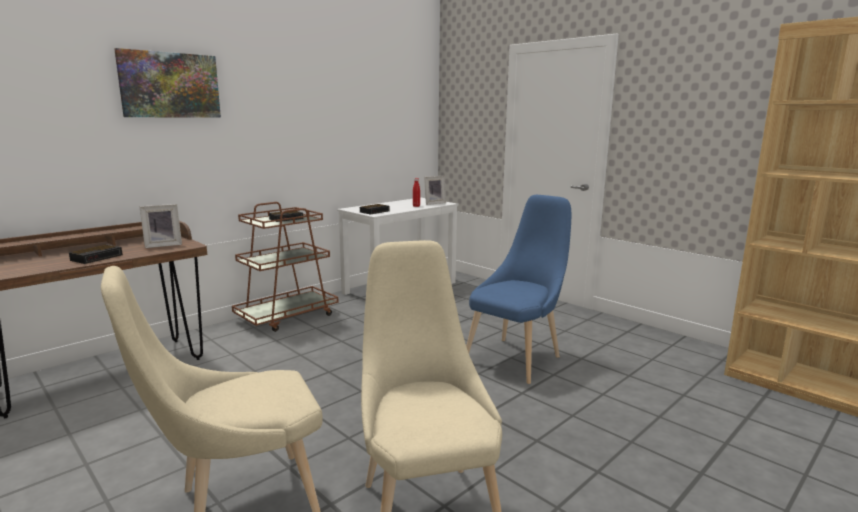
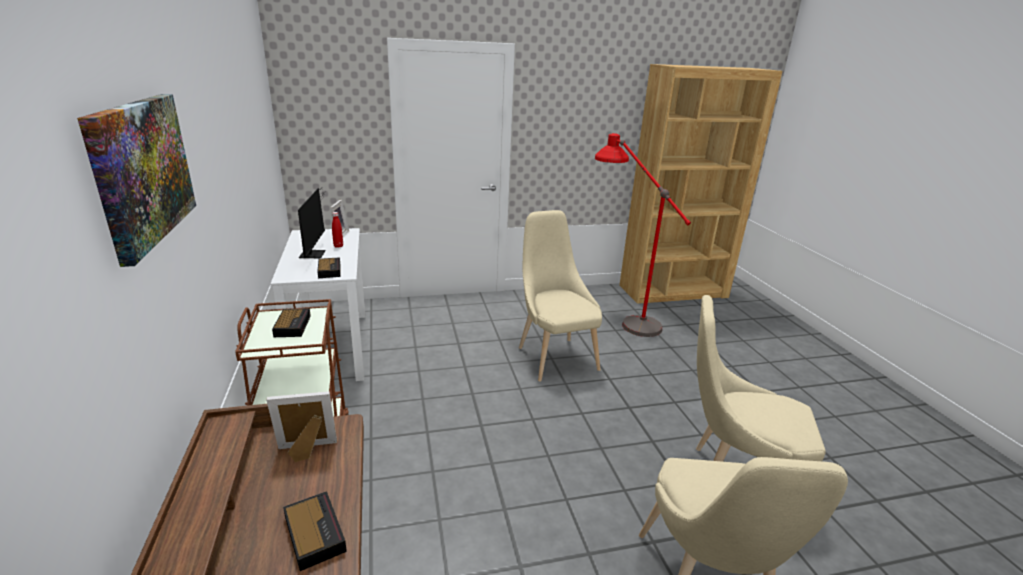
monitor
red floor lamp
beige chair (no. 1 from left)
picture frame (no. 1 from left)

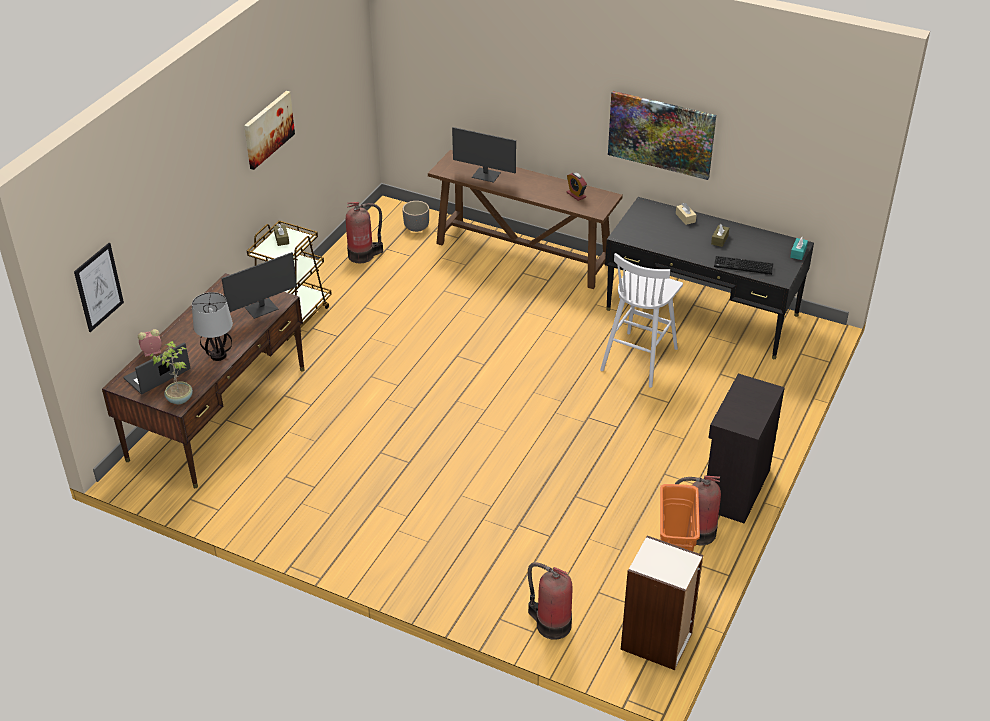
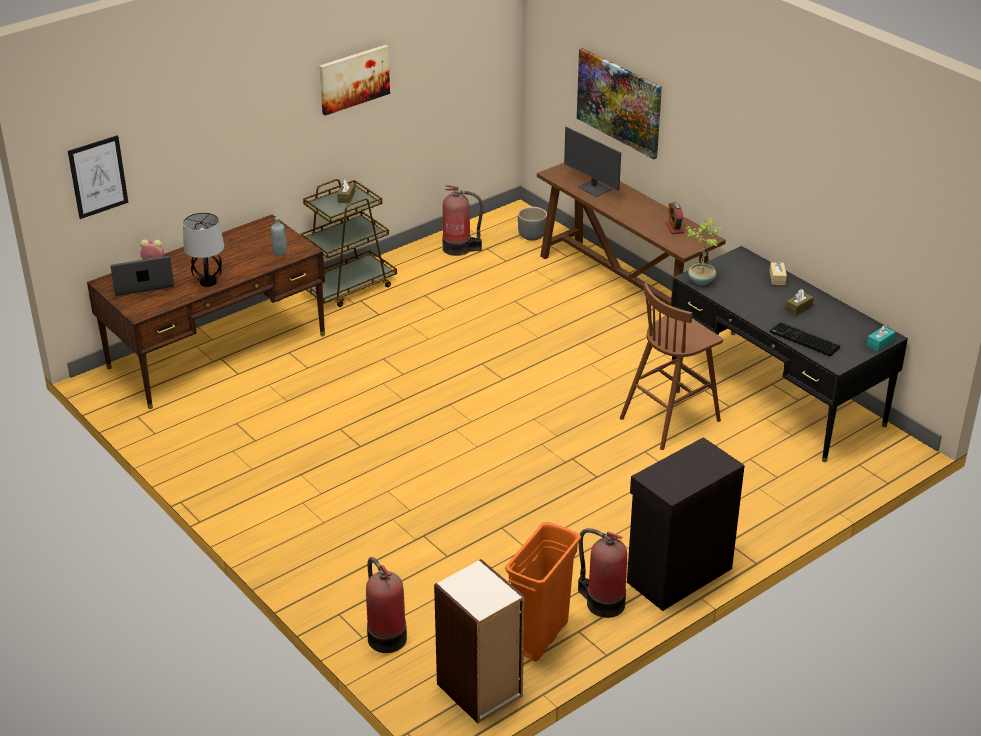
potted plant
picture (no. 3 from left)
grey bottle
brown stool

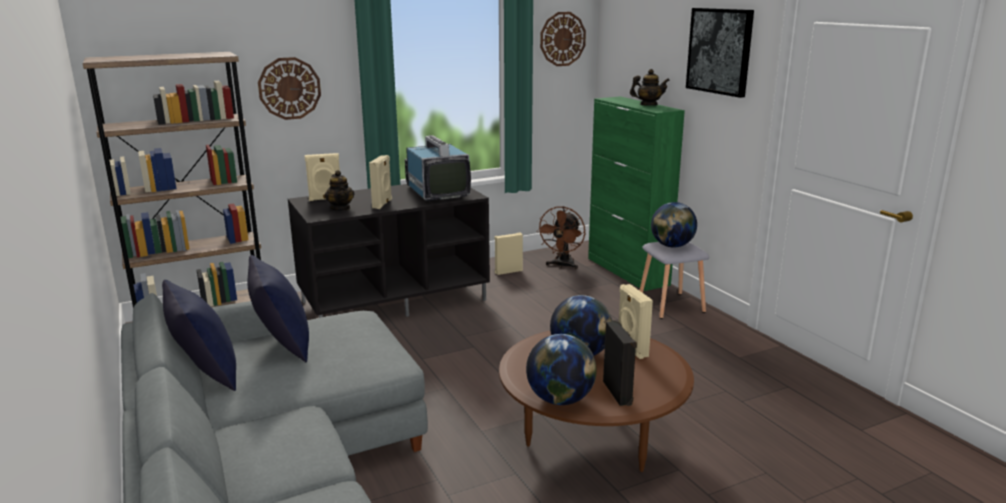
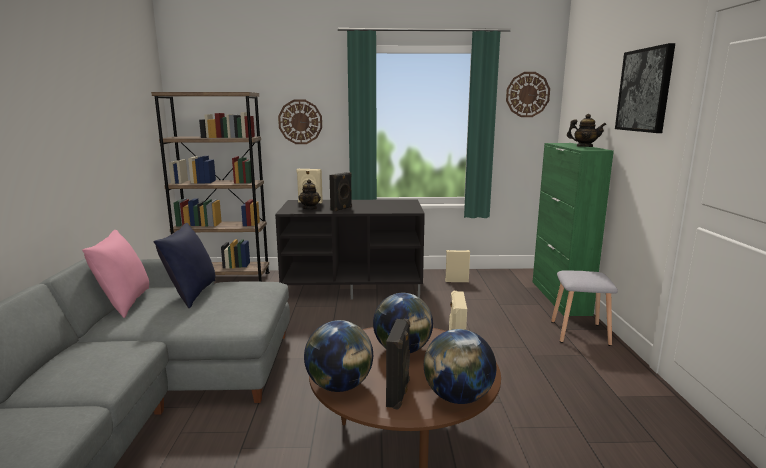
television
brown fan
globe (no. 3 from left)
pink pillow
black speaker (no. 1 from left)

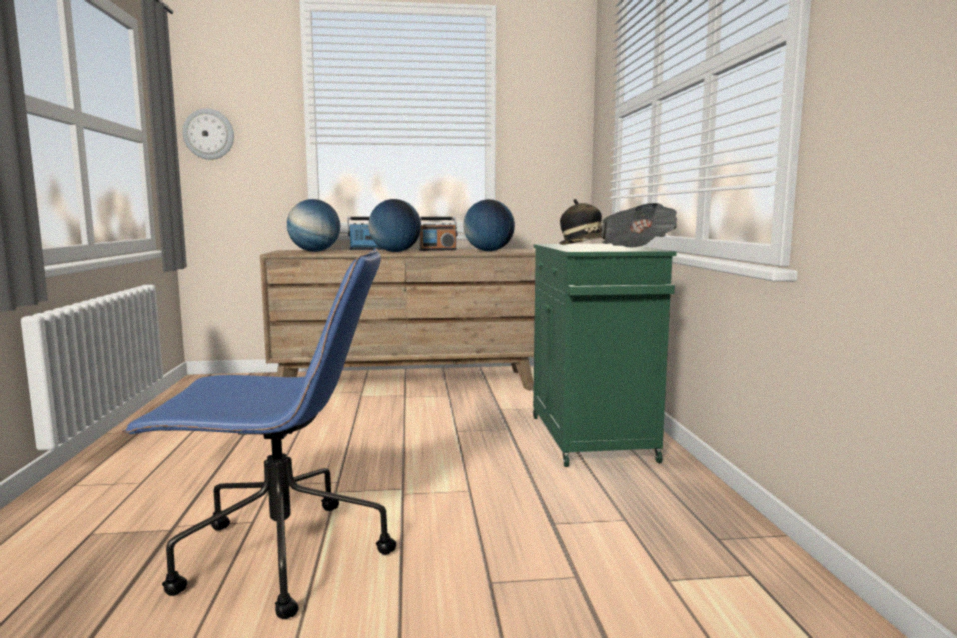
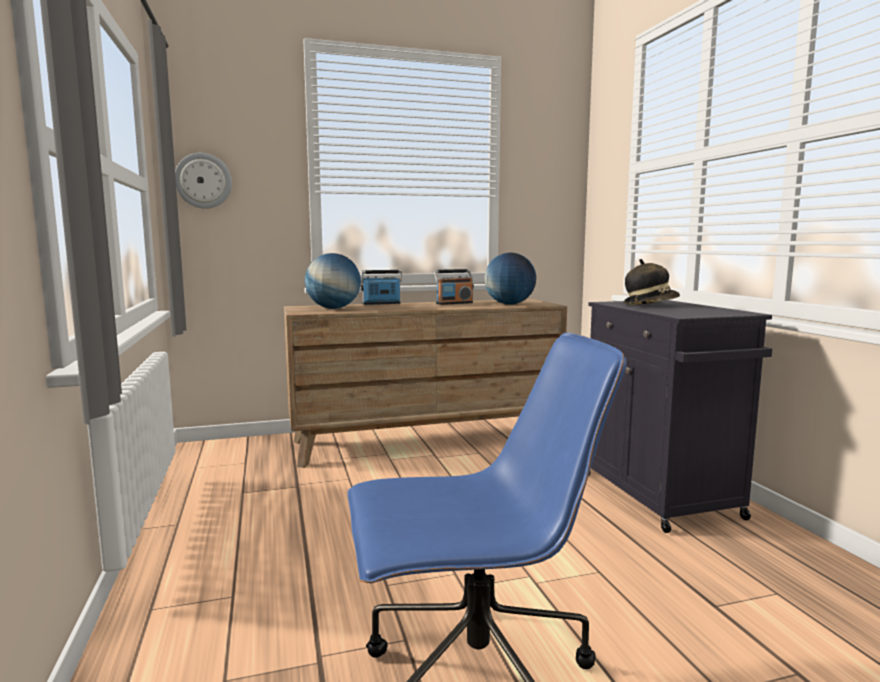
globe (no. 2 from left in the first image)
newspaper
black cabinet

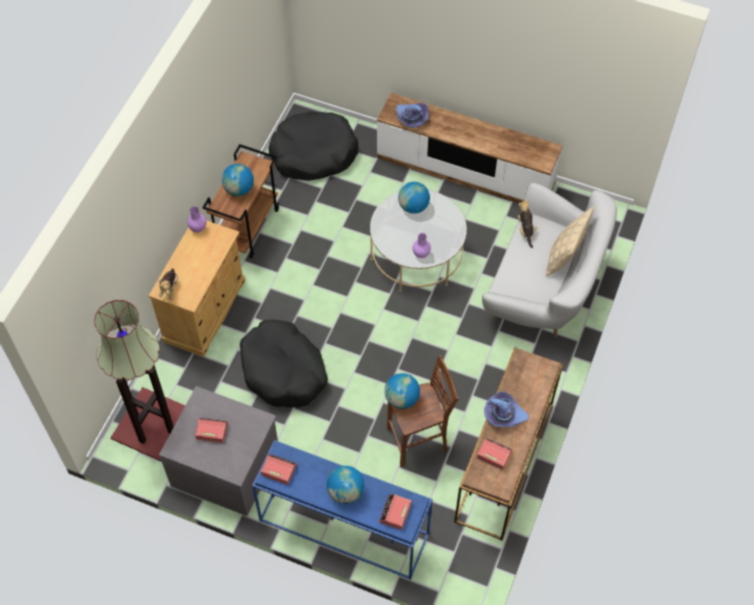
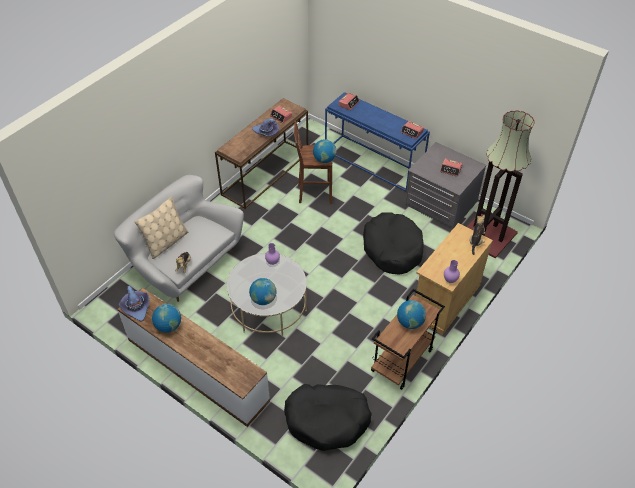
globe (no. 1 from left)
purple hat (no. 1 from left)

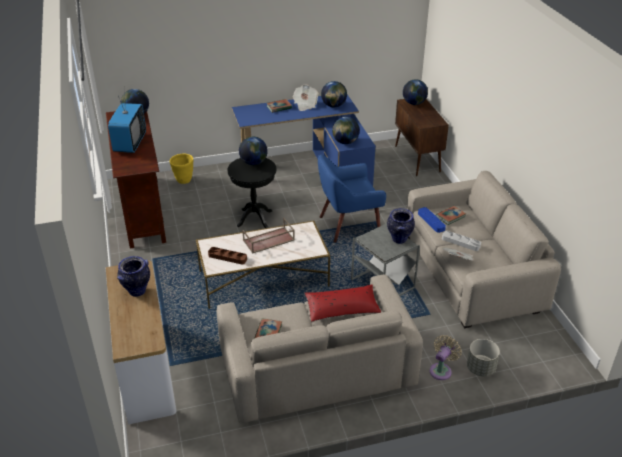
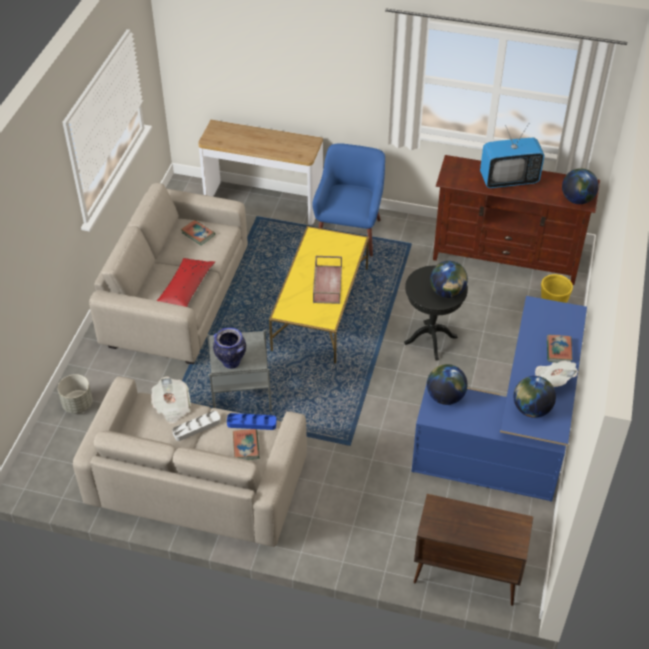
vase (no. 1 from left in the first image)
brown tray (no. 1 from left in the first image)
globe (no. 5 from left in the first image)
beige fan
blue armchair
yellow coffee table
television

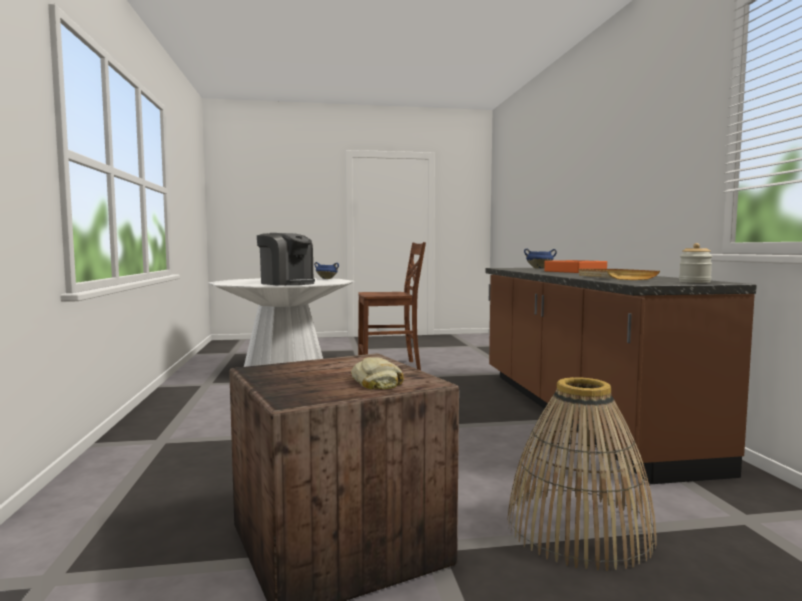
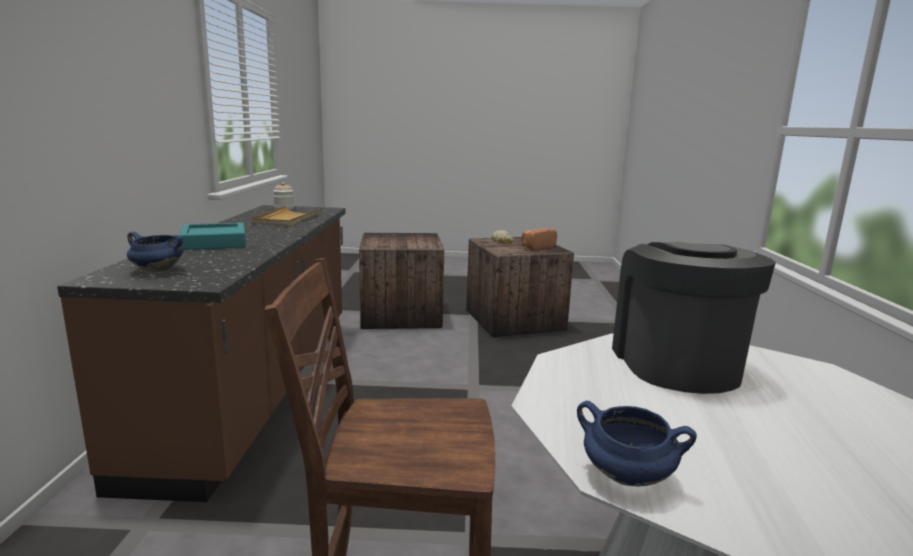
bread (no. 2 from left)
crate (no. 1 from left)
turquoise tray
coffee machine

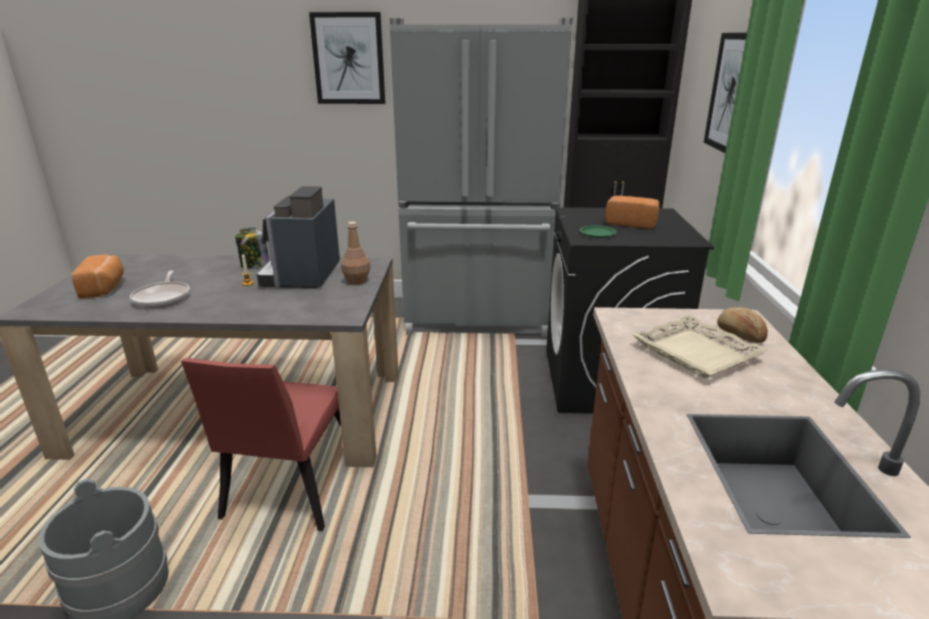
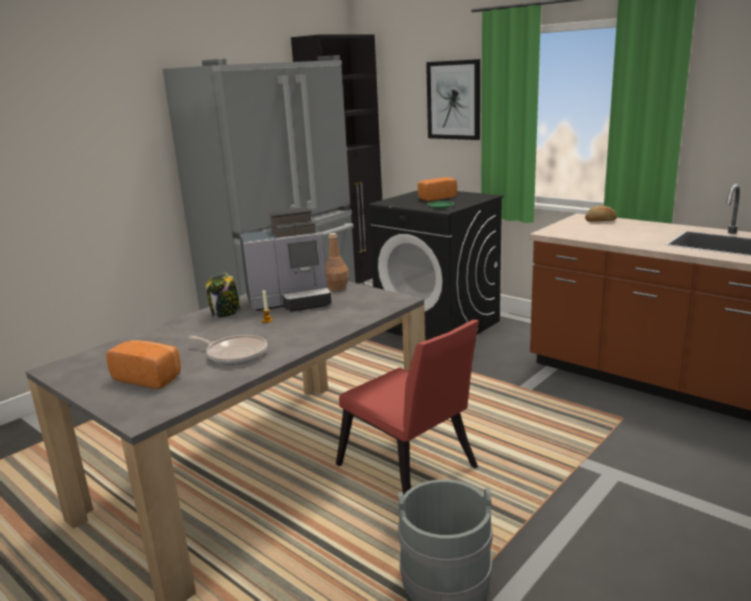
picture (no. 1 from left in the first image)
beige tray
coffee machine

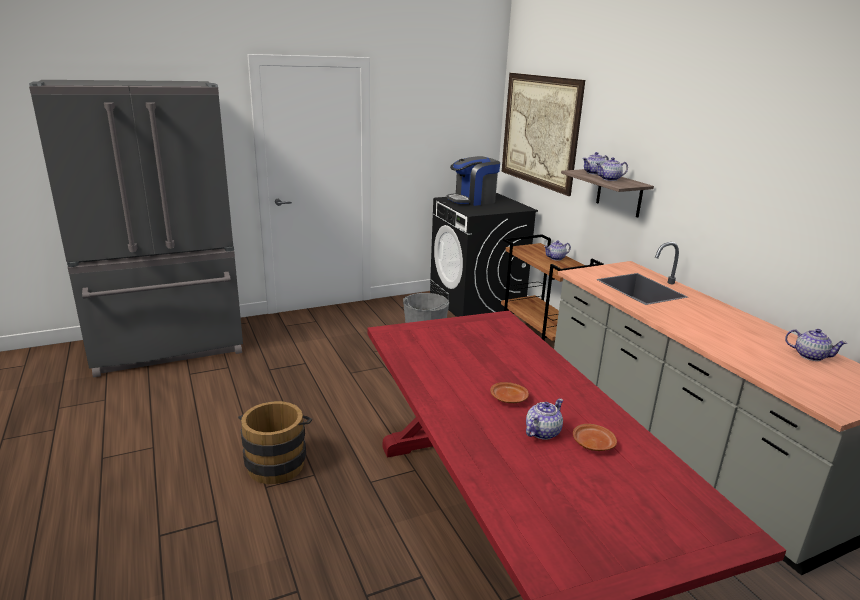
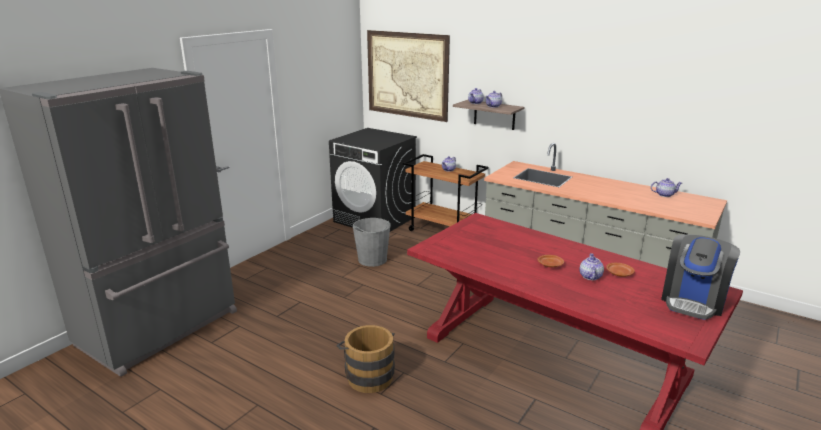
coffee machine

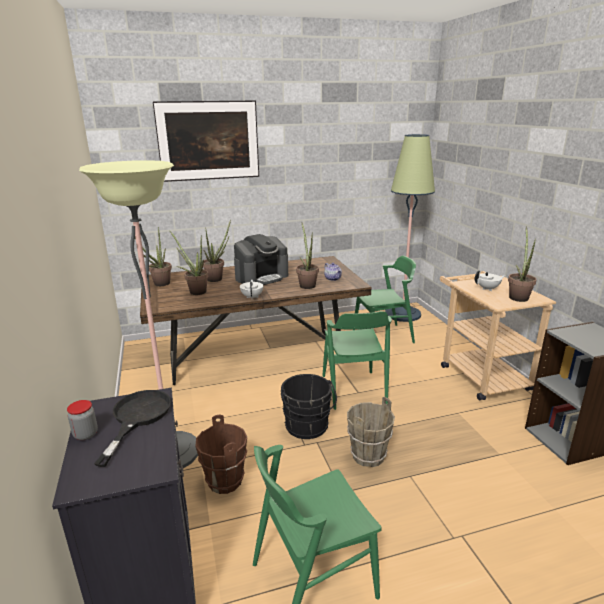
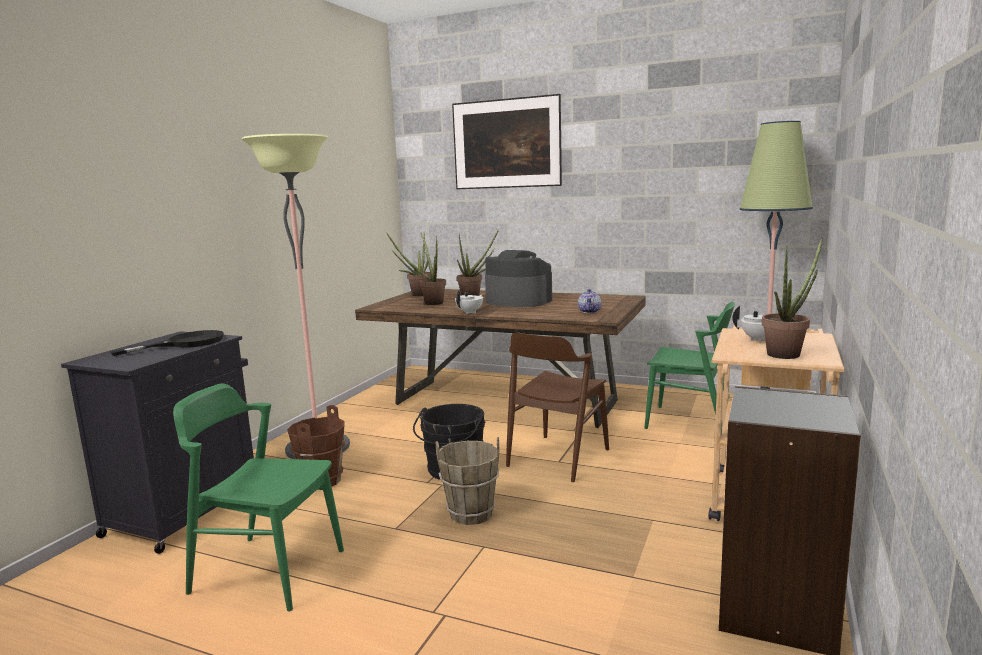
jar
potted plant (no. 4 from left in the first image)
brown chair
coffee machine

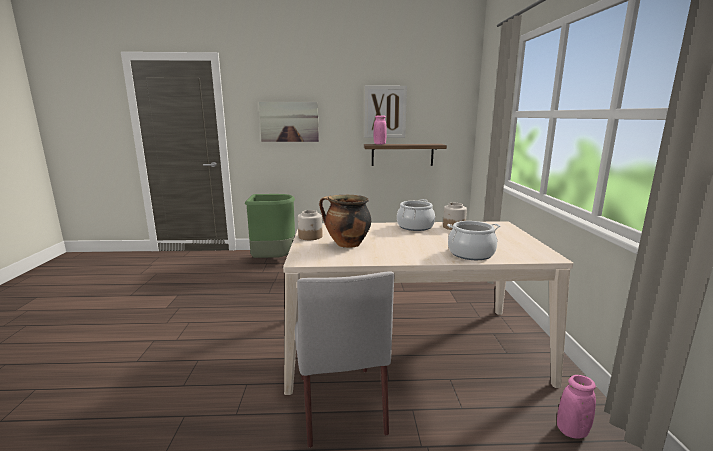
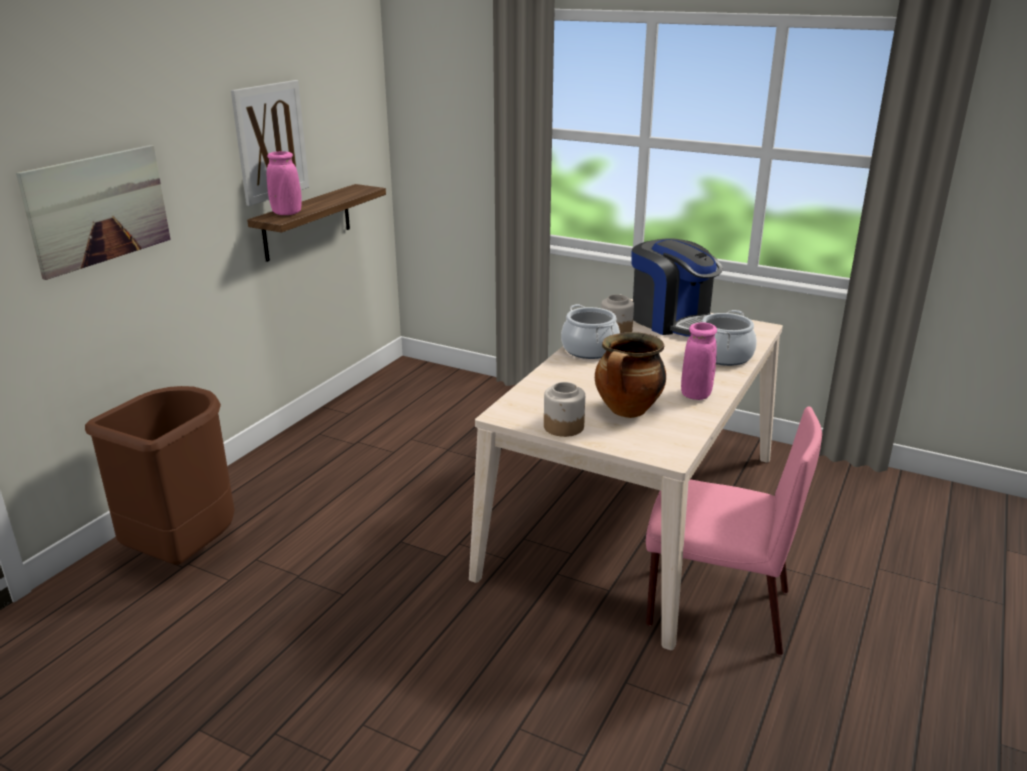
coffee machine
pink vase (no. 2 from left)
brown trash can
pink chair

